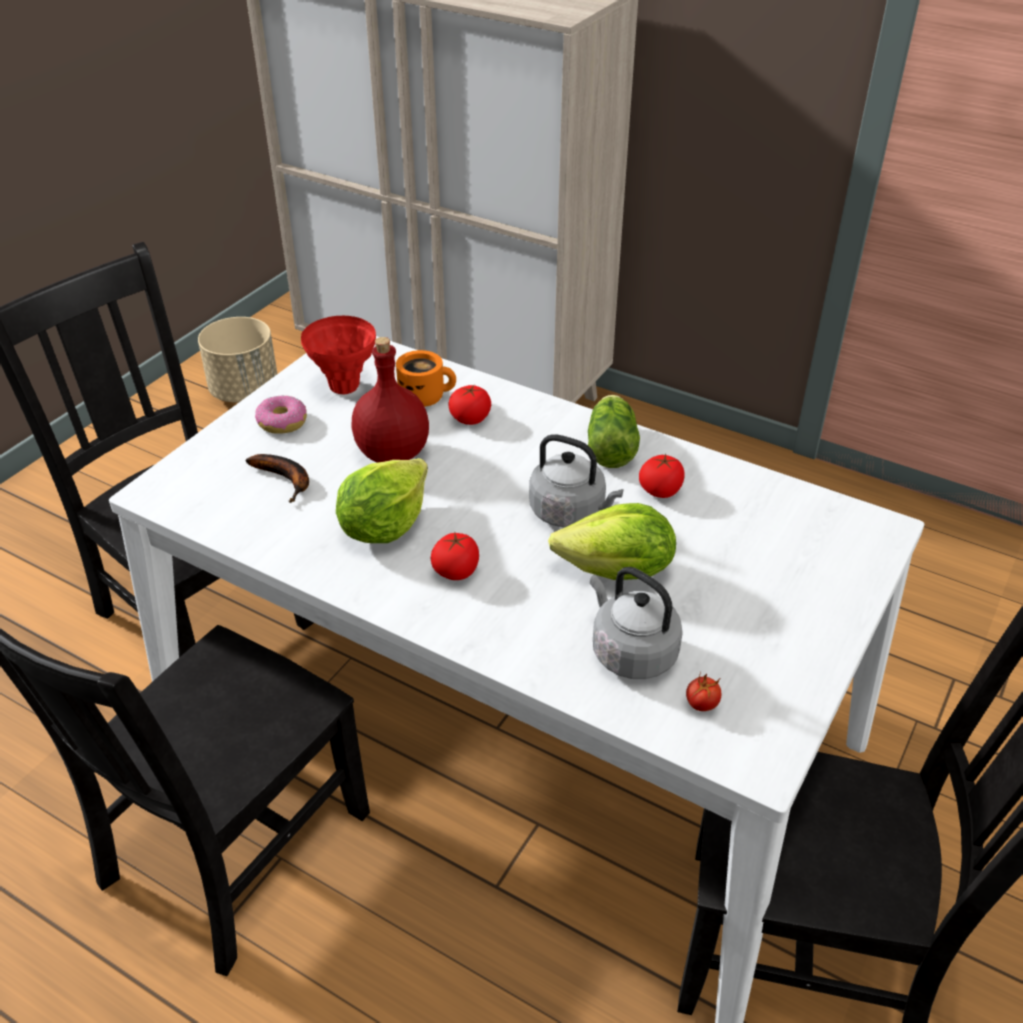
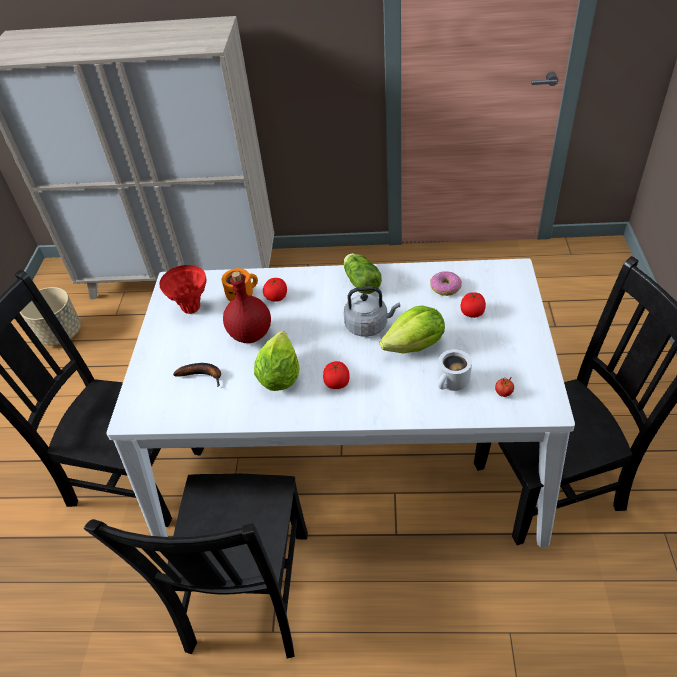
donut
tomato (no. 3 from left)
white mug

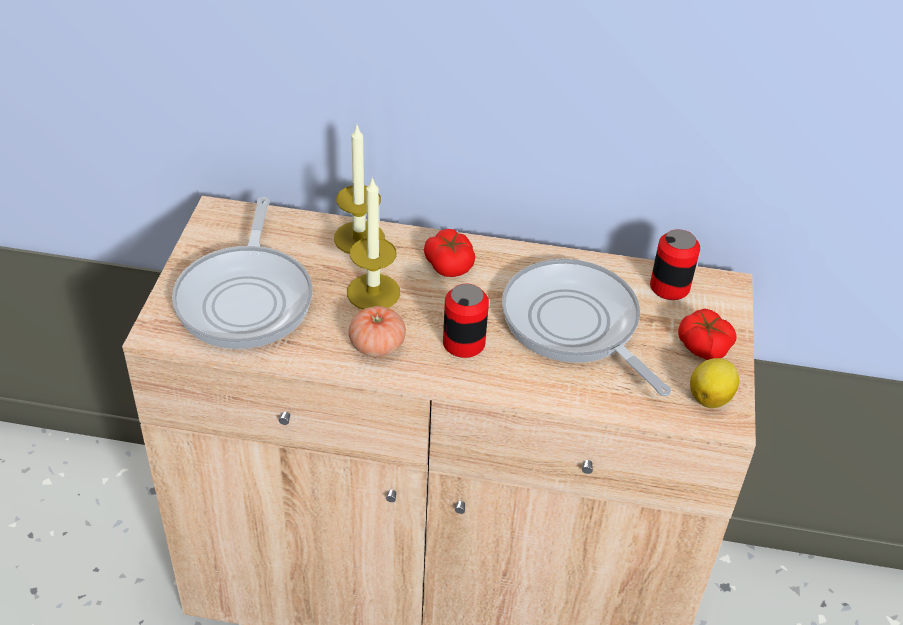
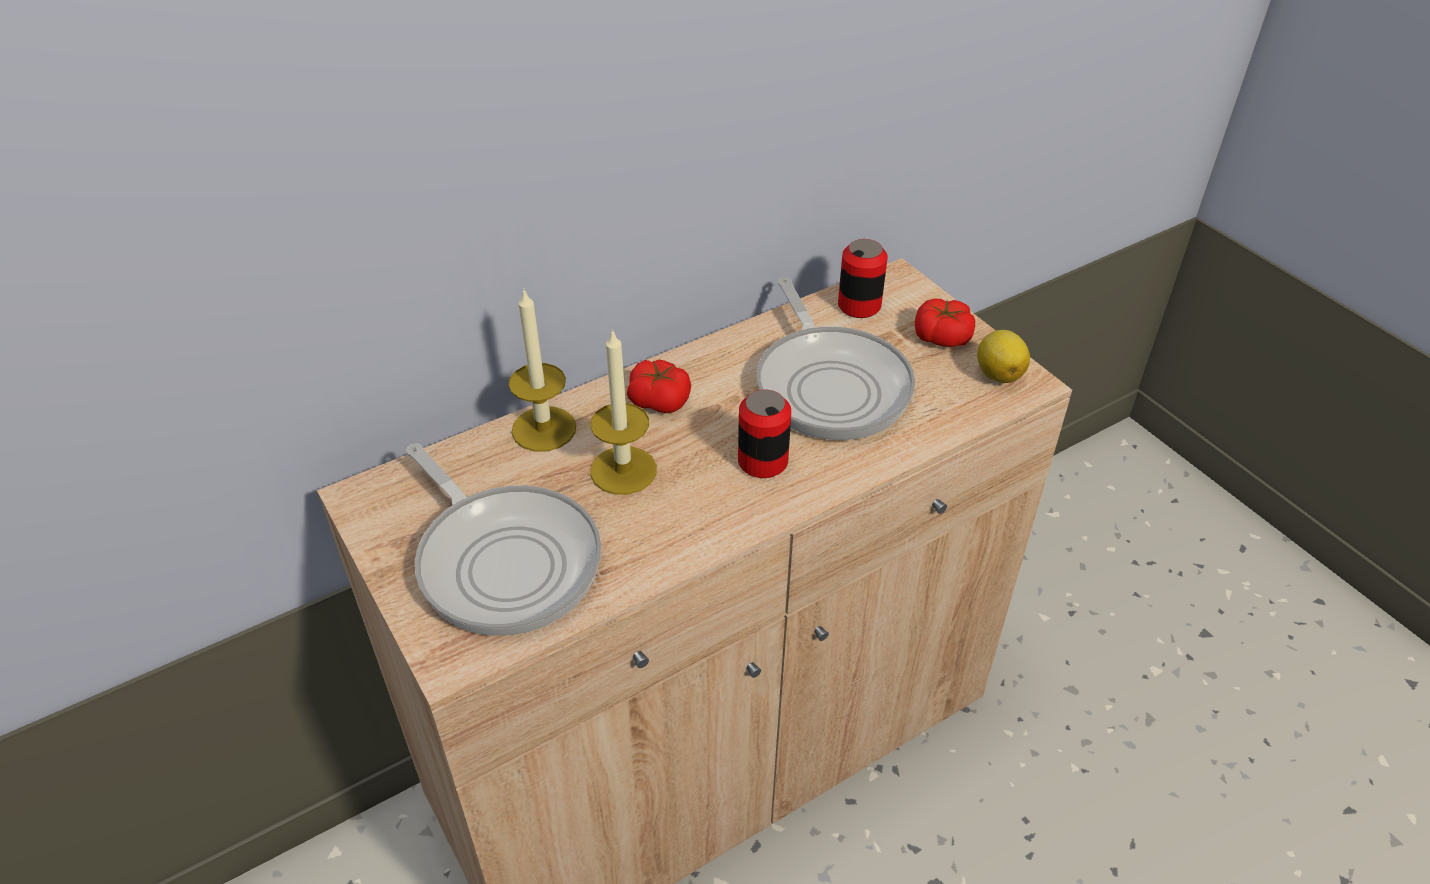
tomato (no. 1 from left in the first image)
frying pan (no. 2 from left)

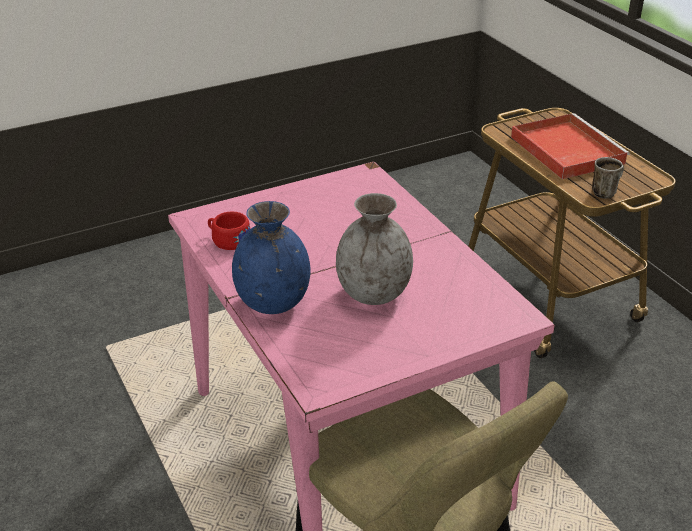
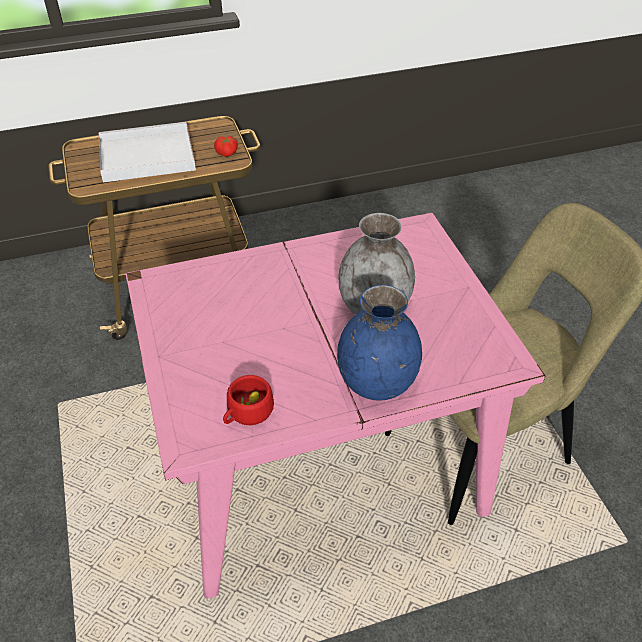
tomato
white tray

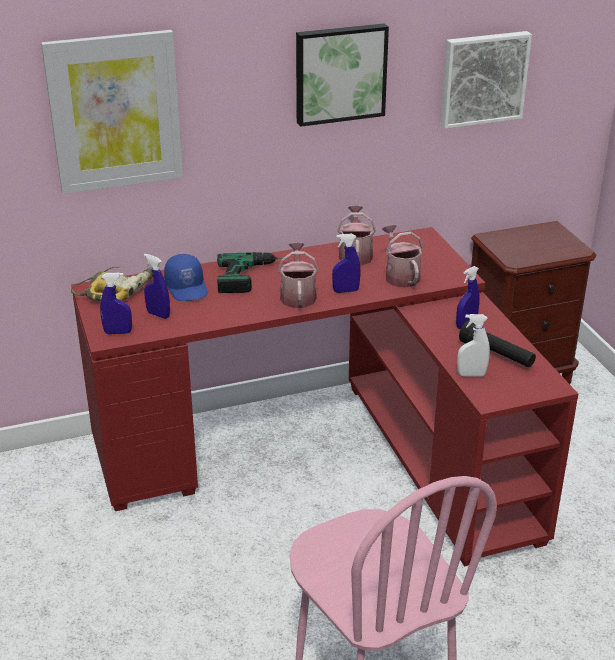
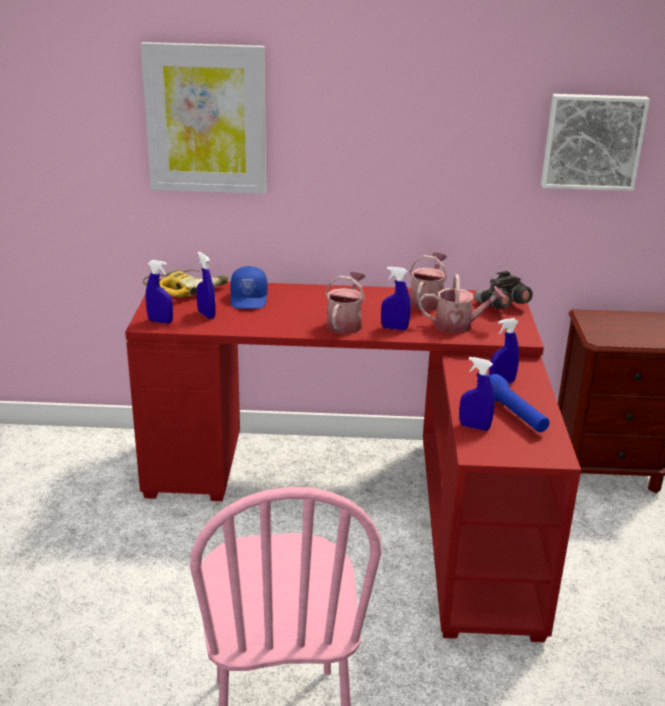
power drill (no. 2 from left in the first image)
picture (no. 2 from left in the first image)
grey binoculars
blue spray bottle (no. 4 from left)
blue flashlight
watering can (no. 3 from left)

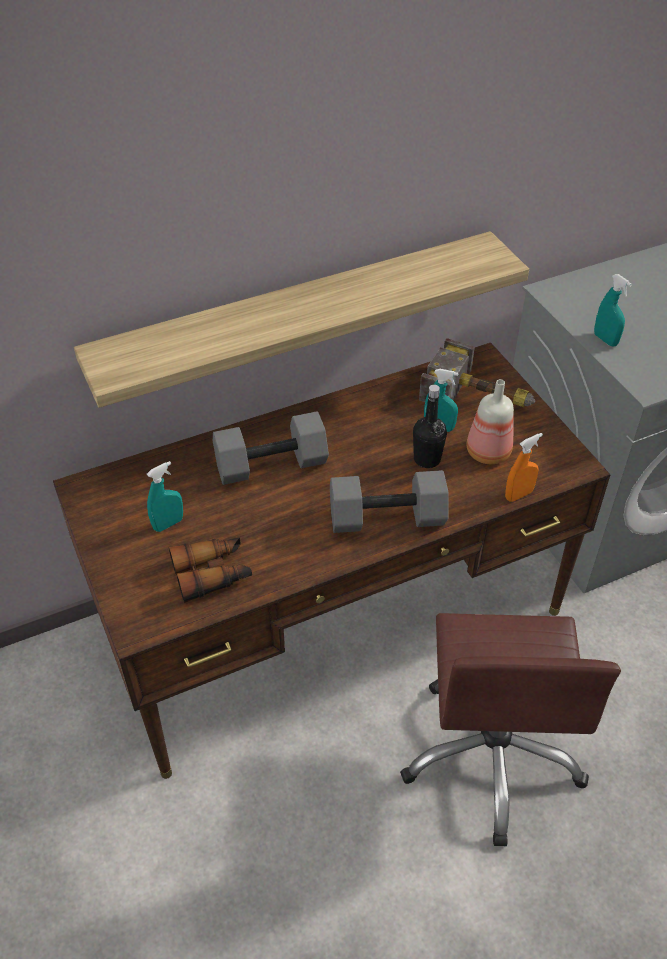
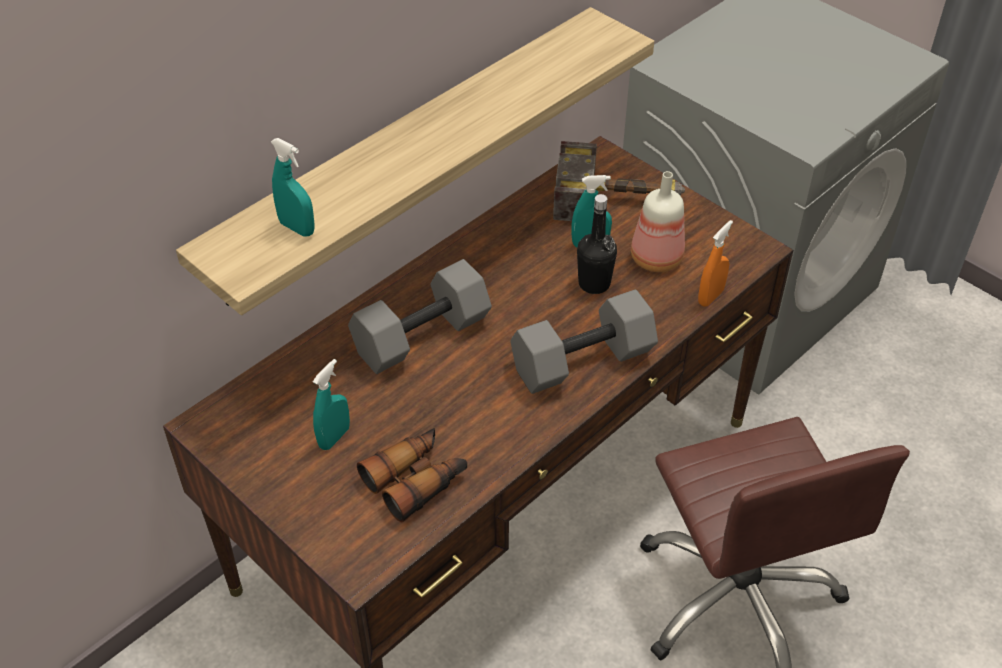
turquoise spray bottle (no. 1 from left)

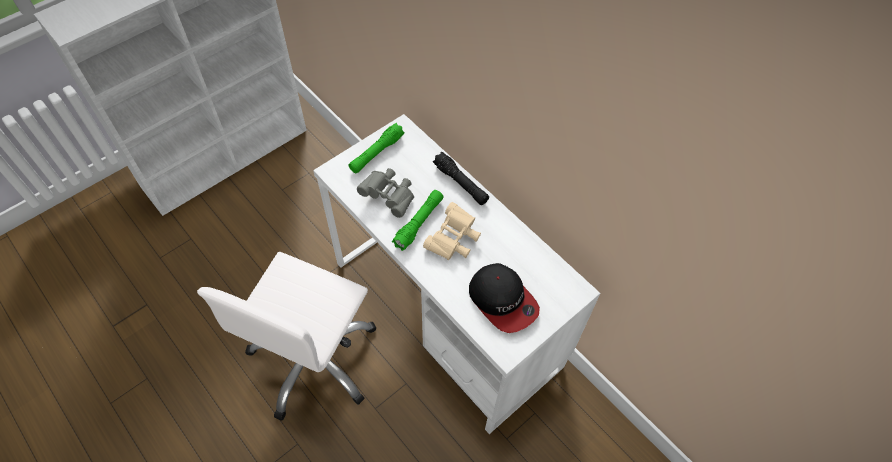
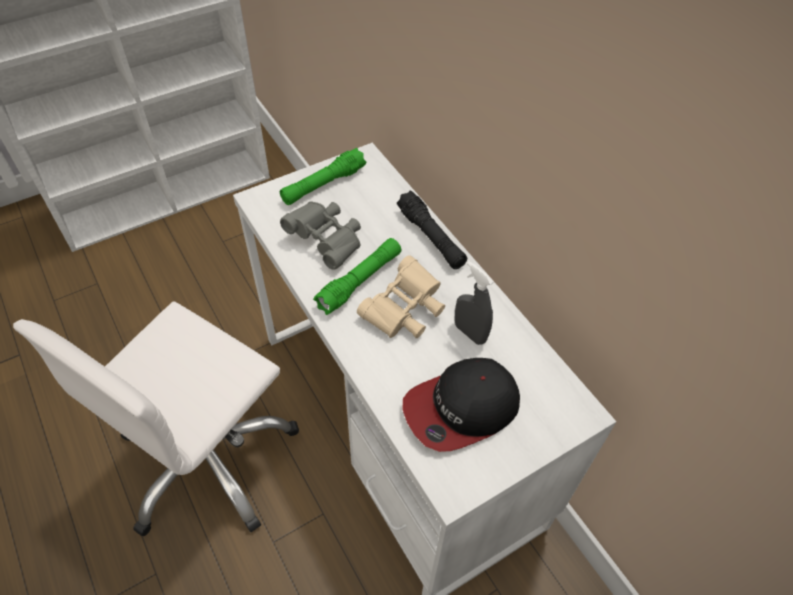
grey spray bottle
cap

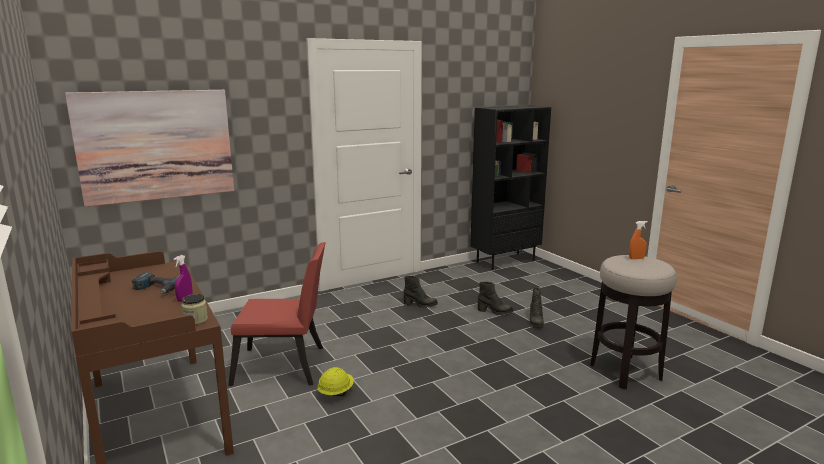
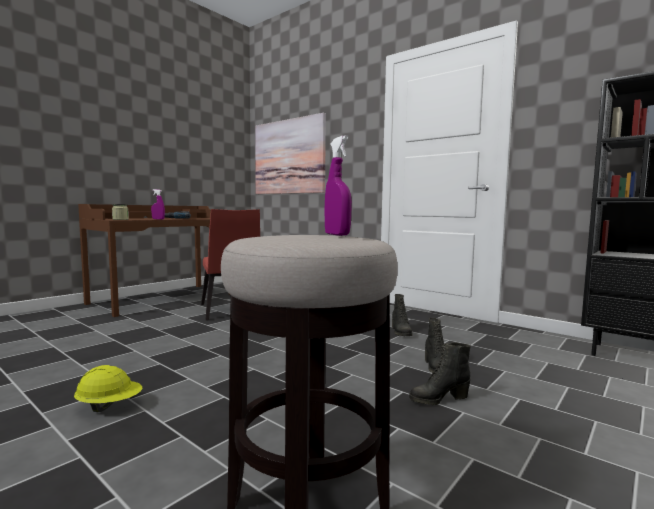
yellow hard hat
purple spray bottle (no. 2 from left)

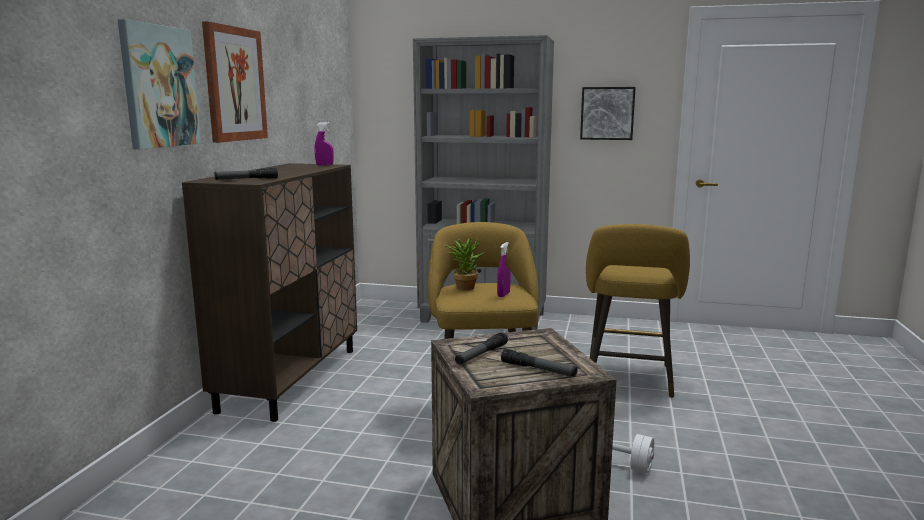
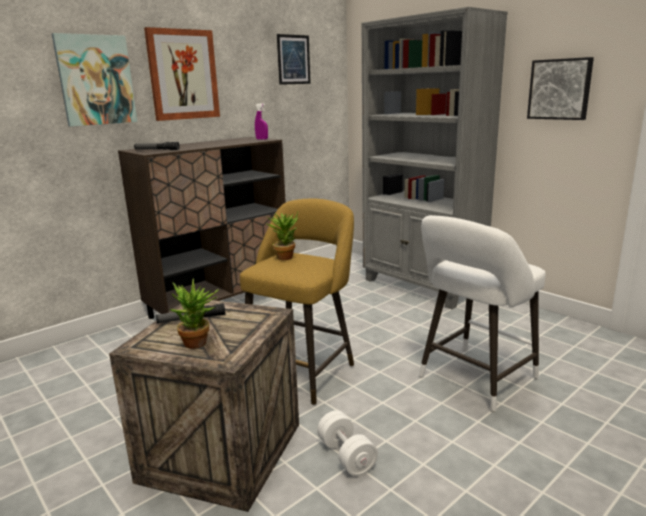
purple spray bottle (no. 2 from left in the first image)
picture (no. 3 from left)
potted plant (no. 1 from left)
white stool

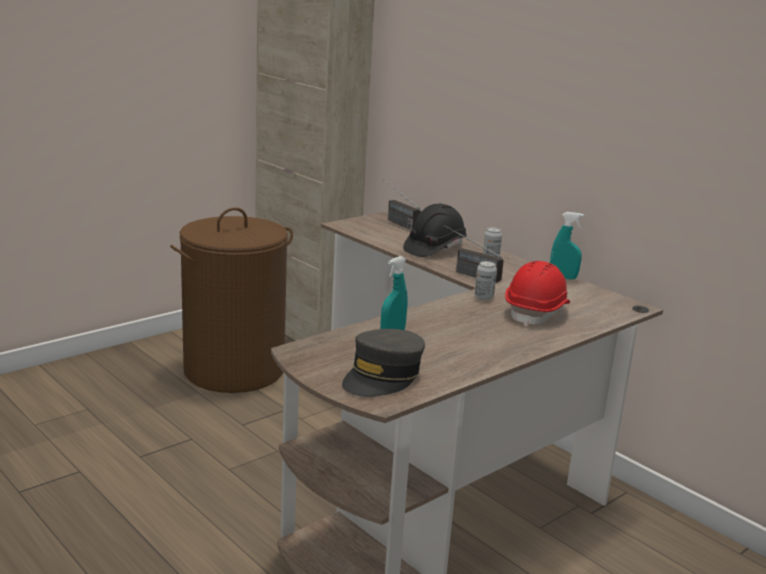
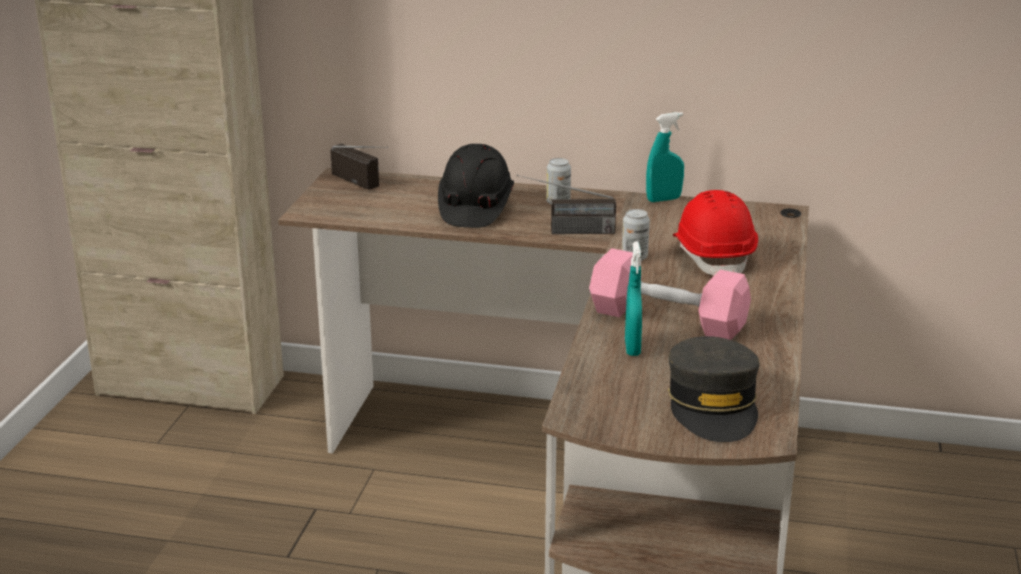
brown laundry basket
pink dumbbell
radio (no. 1 from left)

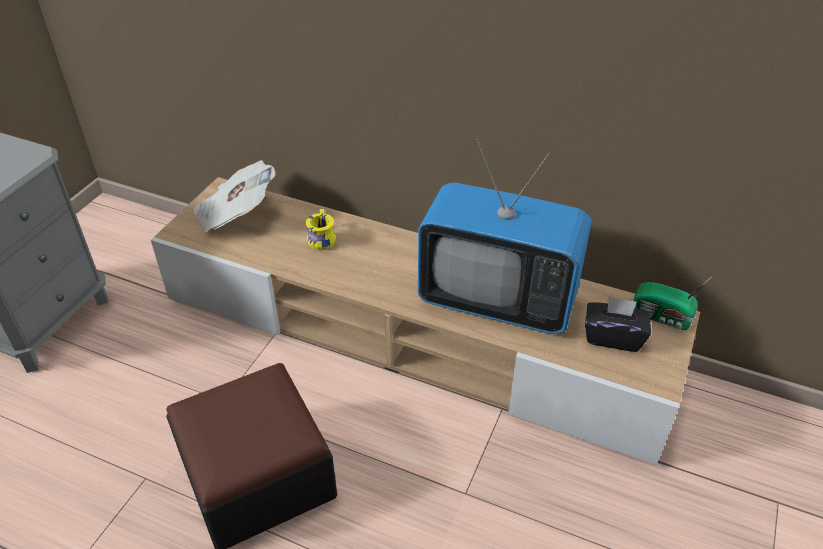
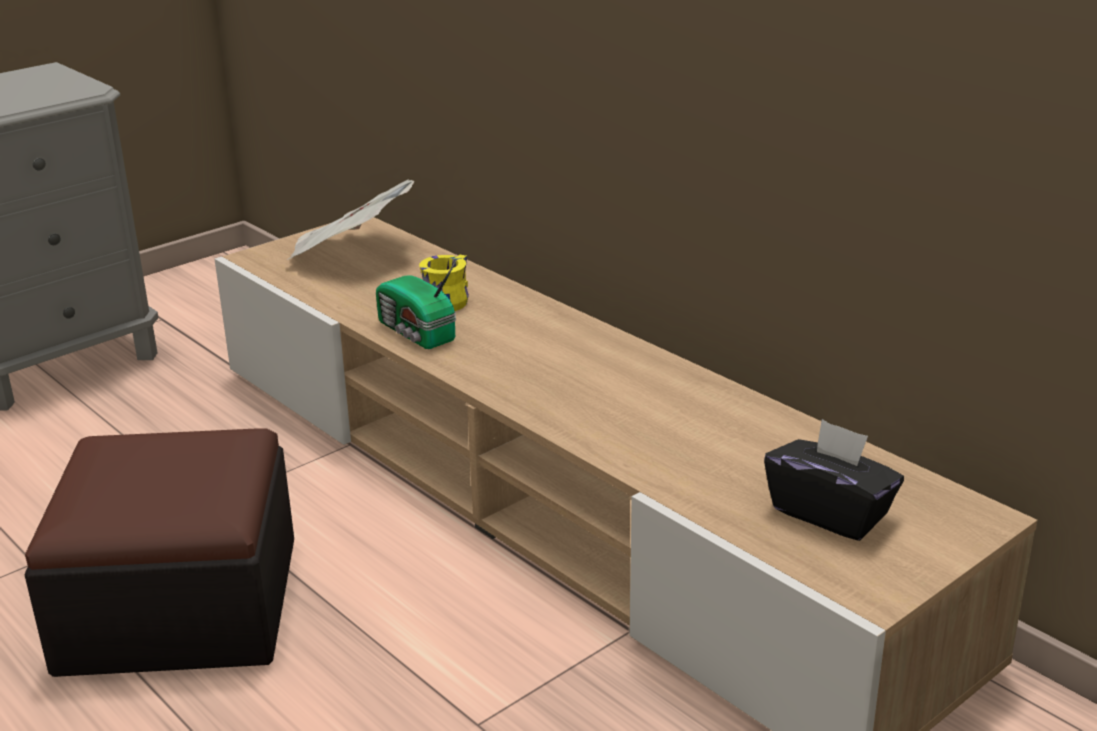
television
radio

